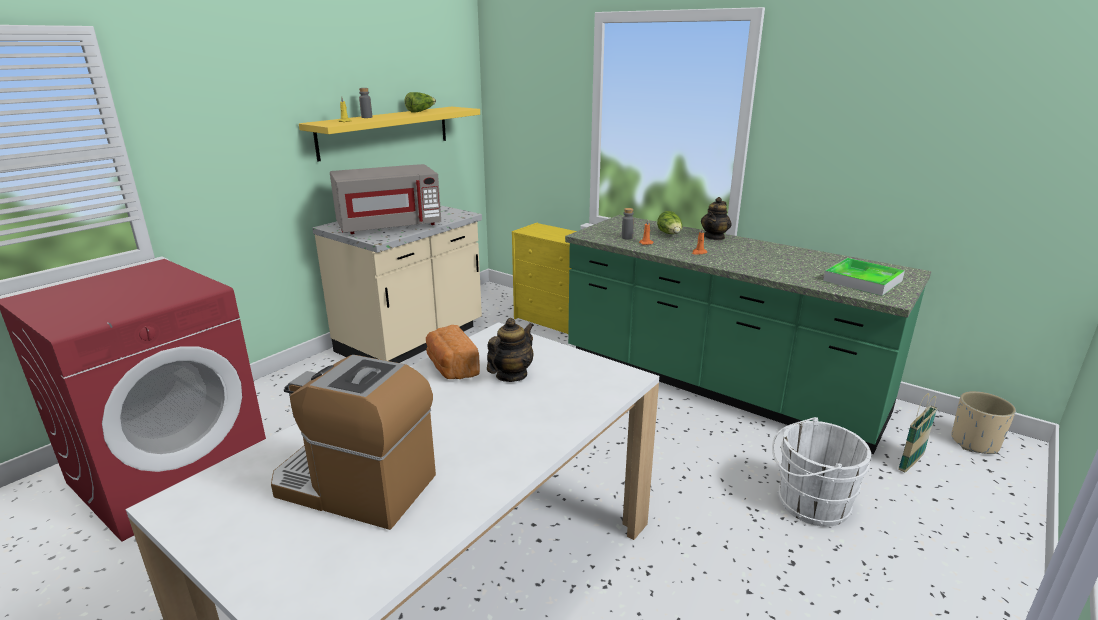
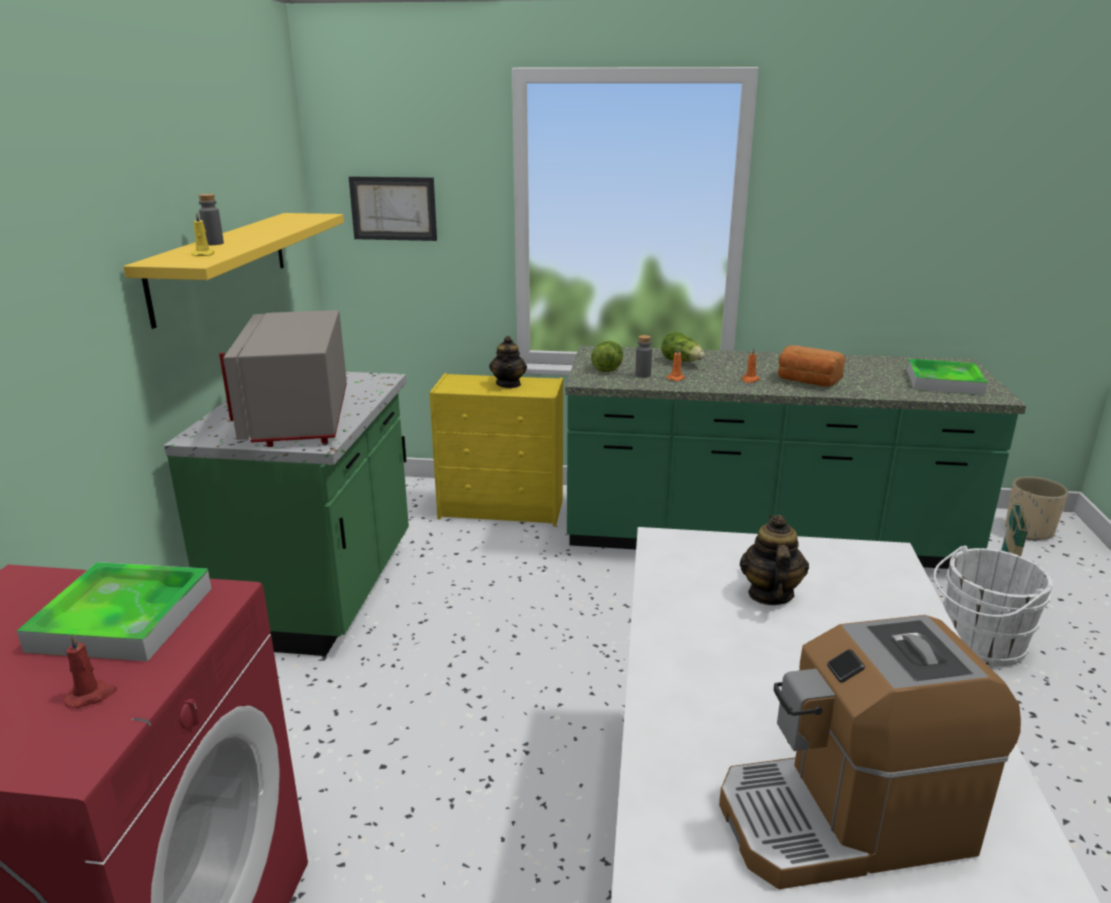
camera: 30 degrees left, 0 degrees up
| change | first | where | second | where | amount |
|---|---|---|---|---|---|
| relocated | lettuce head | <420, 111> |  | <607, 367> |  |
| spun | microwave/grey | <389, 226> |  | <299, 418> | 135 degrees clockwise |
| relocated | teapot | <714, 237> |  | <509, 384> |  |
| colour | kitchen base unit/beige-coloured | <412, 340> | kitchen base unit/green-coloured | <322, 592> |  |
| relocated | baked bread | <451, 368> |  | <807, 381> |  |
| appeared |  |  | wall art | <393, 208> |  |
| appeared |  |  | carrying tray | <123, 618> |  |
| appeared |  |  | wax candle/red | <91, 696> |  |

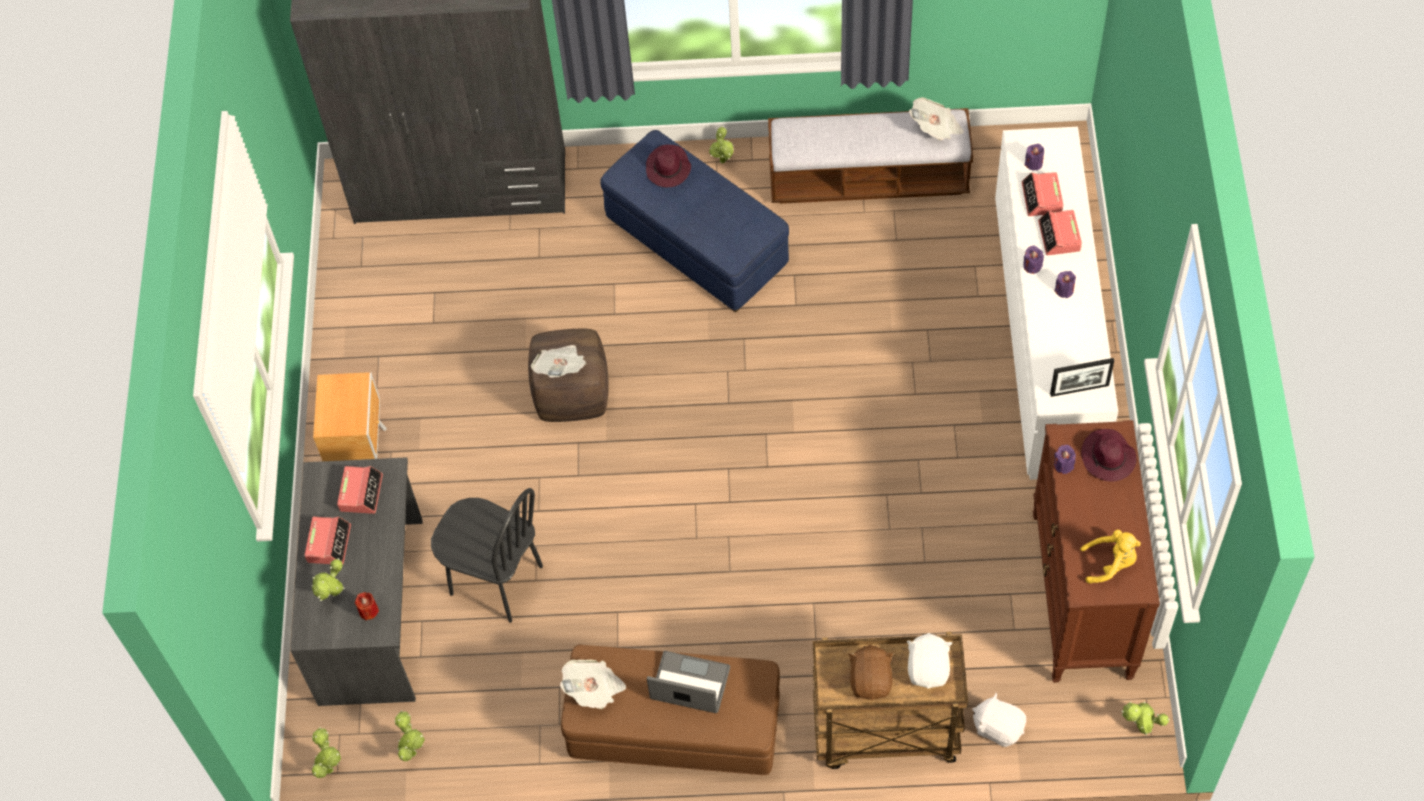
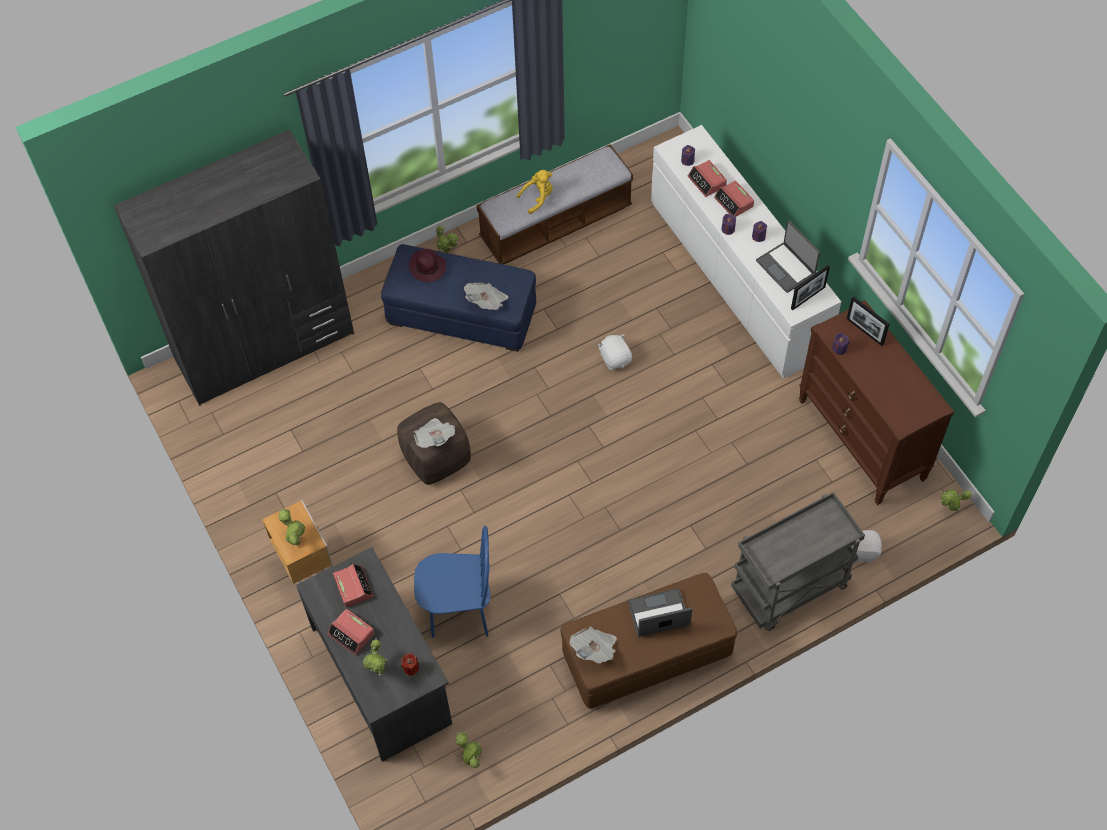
camera: 30 degrees left, 0 degrees up
| change | first | where | second | where | amount |
|---|---|---|---|---|---|
| relocated | daily paper | <936, 128> |  | <487, 302> |  |
| exchanged | clothing hat/purple | <1108, 458> | photo frame | <865, 331> |  |
| colour | plain chair/black | <496, 581> | plain chair/blue-coloured | <459, 612> |  |
| spun | table clock | <329, 543> |  | <351, 634> | 150 degrees clockwise |
| relocated | soft toy/yellow-coloured | <1110, 563> |  | <538, 198> |  |
| colour | cart/brown-coloured | <884, 733> | cart/grey | <789, 590> |  |
| relocated | soft toy/whitish | <928, 668> |  | <615, 358> |  |
| missing | soft toy/brown-coloured | <871, 680> |  |  |  |
| relocated | potted plant | <329, 767> |  | <295, 540> |  |
| appeared |  |  | laptop | <786, 267> |  |

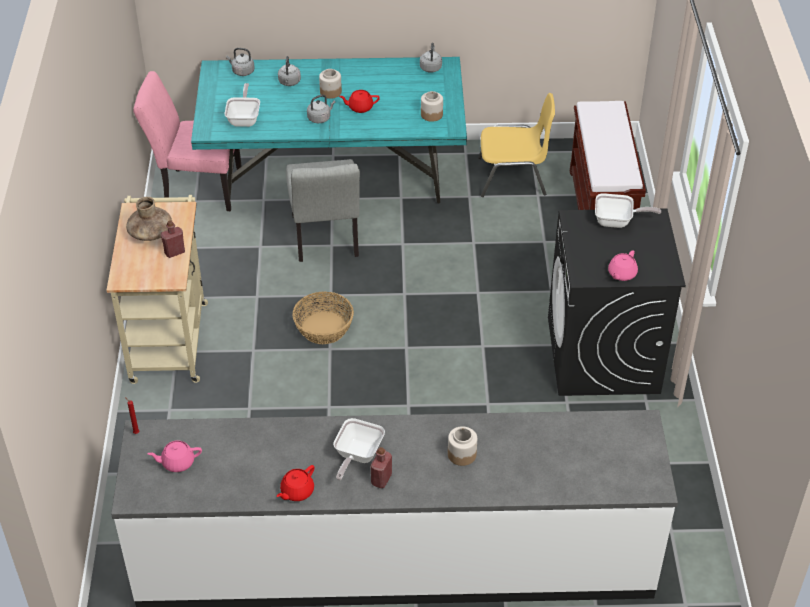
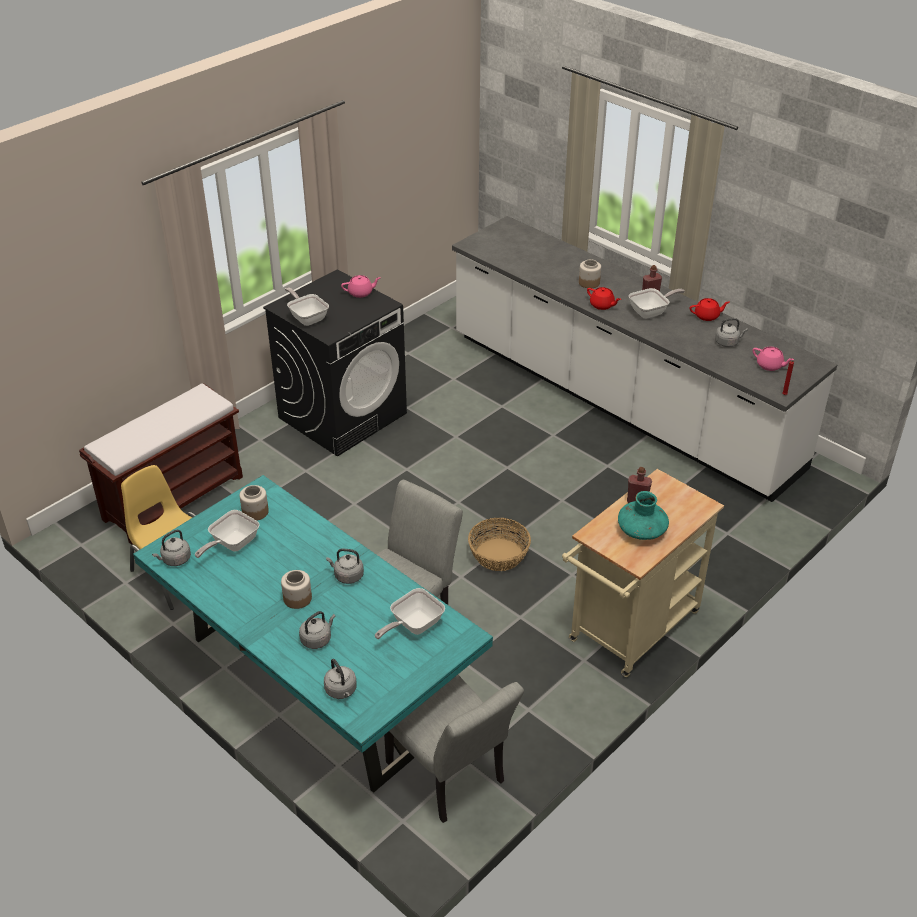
camera: 135 degrees left, 5 degrees down
| change | first | where | second | where | amount |
|---|---|---|---|---|---|
| colour | plain chair/pink | <196, 189> | plain chair/grey | <451, 778> |  |
| relocated | teapot/red | <360, 107> |  | <602, 305> |  |
| colour | vase/brown-coloured | <150, 233> | vase/blue-green | <641, 530> |  |
| appeared |  |  | kettle/grey | <728, 342> |  |
| appeared |  |  | frying pan | <231, 545> |  |

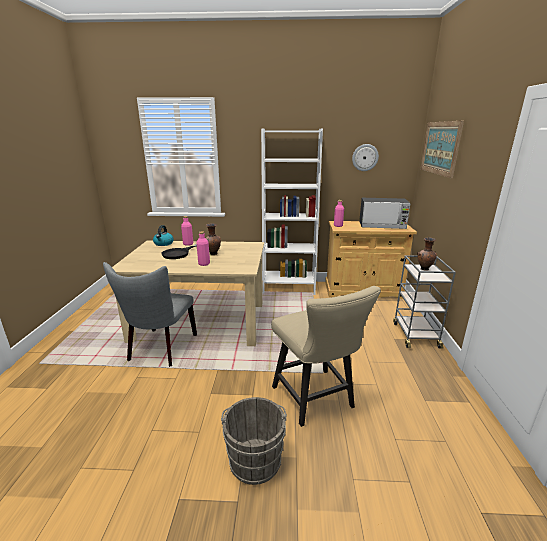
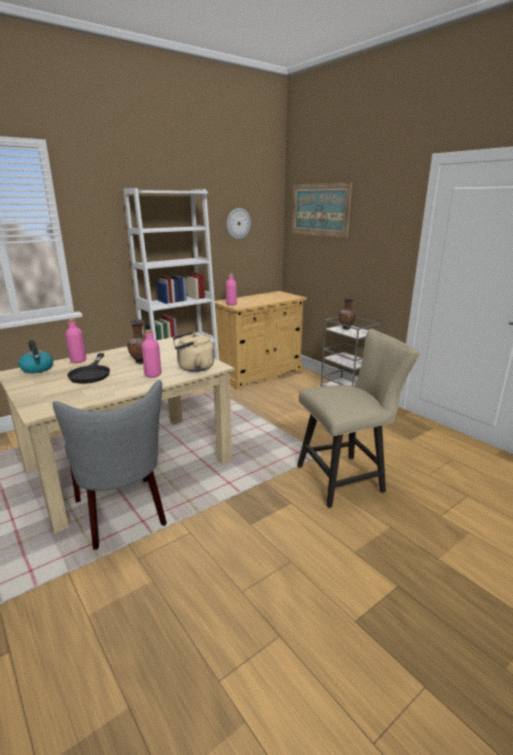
camera: 40 degrees left, 0 degrees up
| change | first | where | second | where | amount |
|---|---|---|---|---|---|
| missing | microwave | <382, 226> |  |  |  |
| spun | plain chair/beige-coloured | <316, 400> |  | <346, 478> | 45 degrees counterclockwise |
| missing | water bucket/grey | <255, 458> |  |  |  |
| appeared |  |  | kettle/beige-coloured | <193, 368> |  |

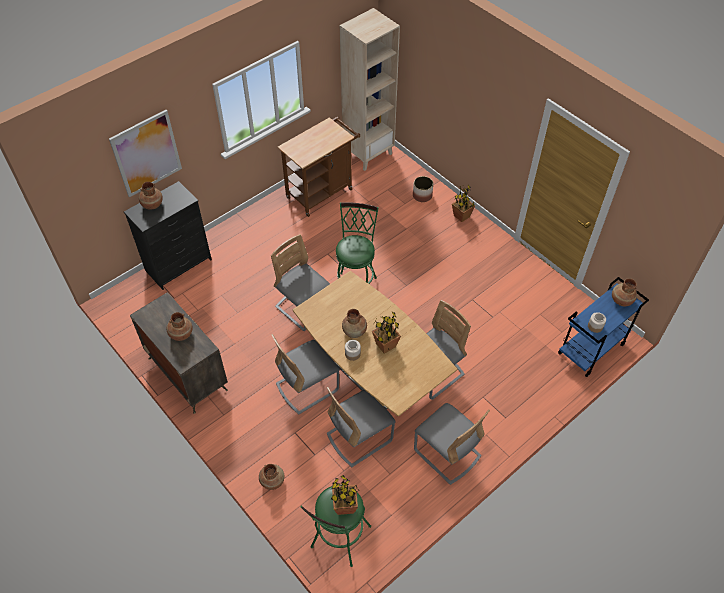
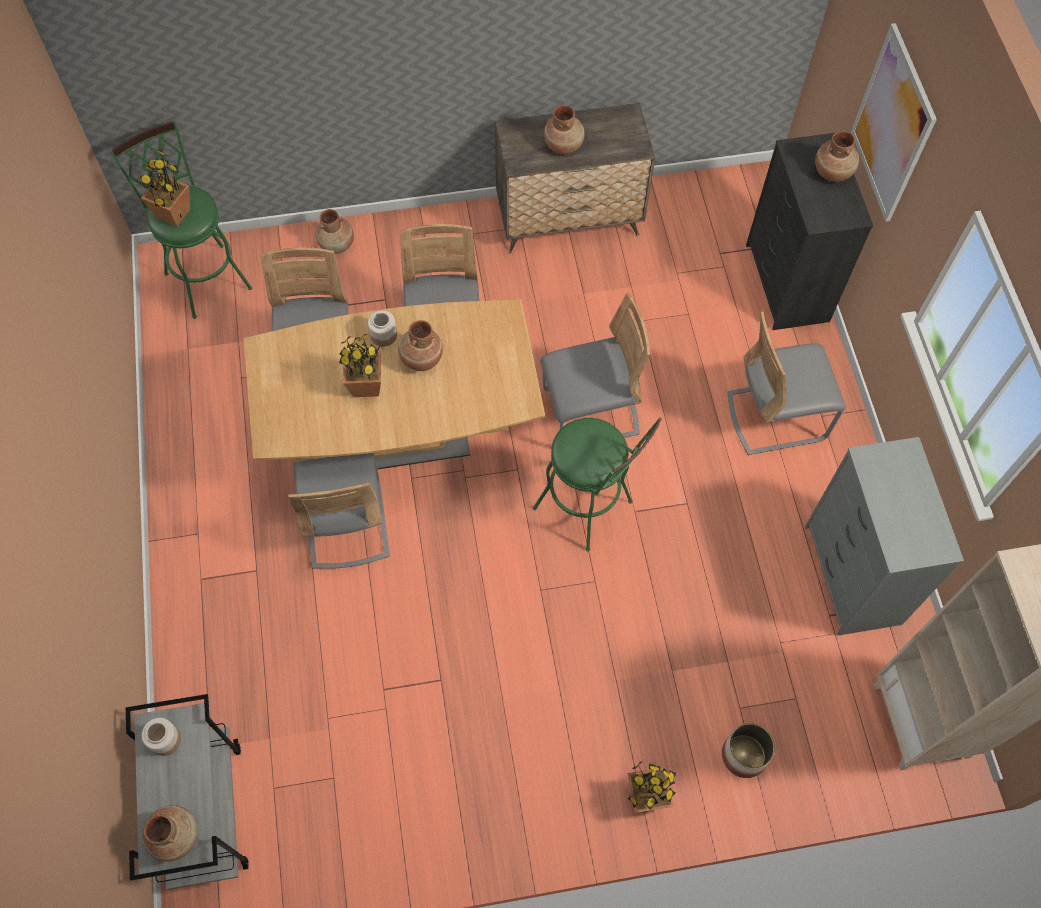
camera: 120 degrees right, 10 degrees up
| change | first | where | second | where | amount |
|---|---|---|---|---|---|
| exchanged | cart/brown-coloured | <322, 191> | dresser/grey | <851, 574> |  |
| colour | cart/blue-coloured | <591, 350> | cart/grey | <205, 811> |  |
| relocated | plain chair/grey | <447, 453> |  | <776, 416> |  |

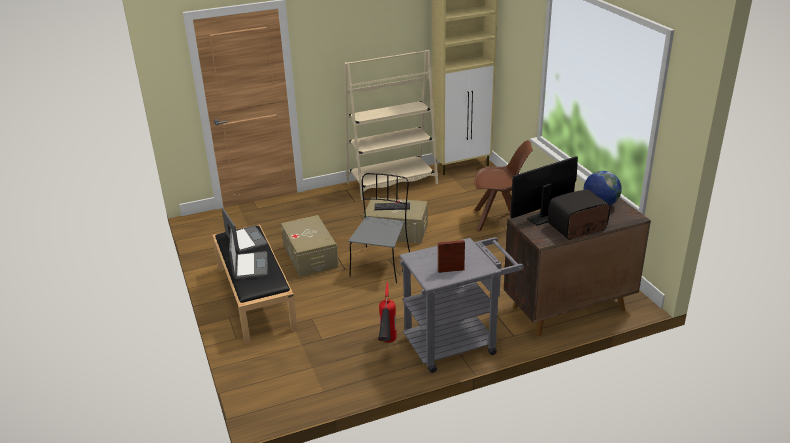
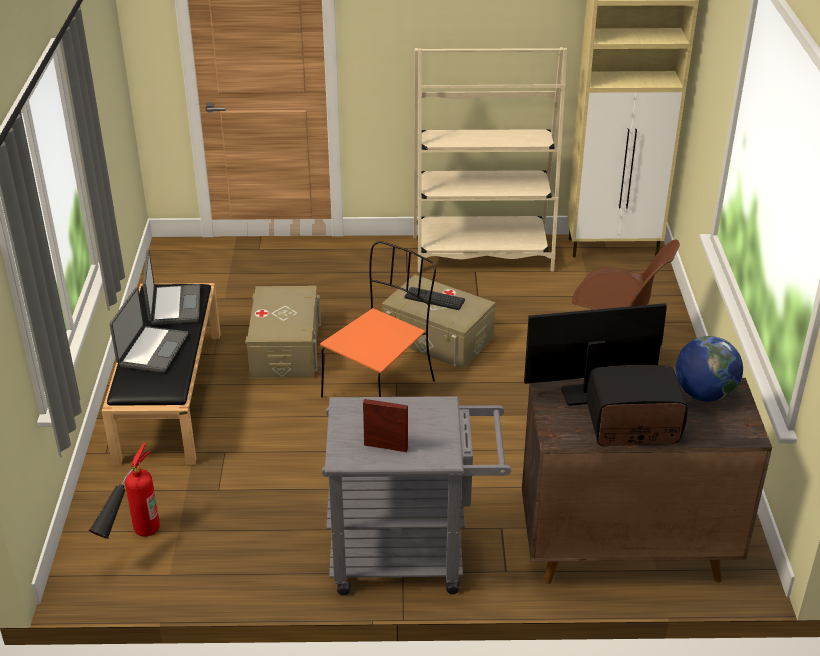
camera: 20 degrees right, 5 degrees up
| change | first | where | second | where | amount |
|---|---|---|---|---|---|
| colour | plain chair/grey | <381, 263> | plain chair/orangey | <380, 388> |  |
| relocated | extinguisher | <387, 347> |  | <132, 544> |  |

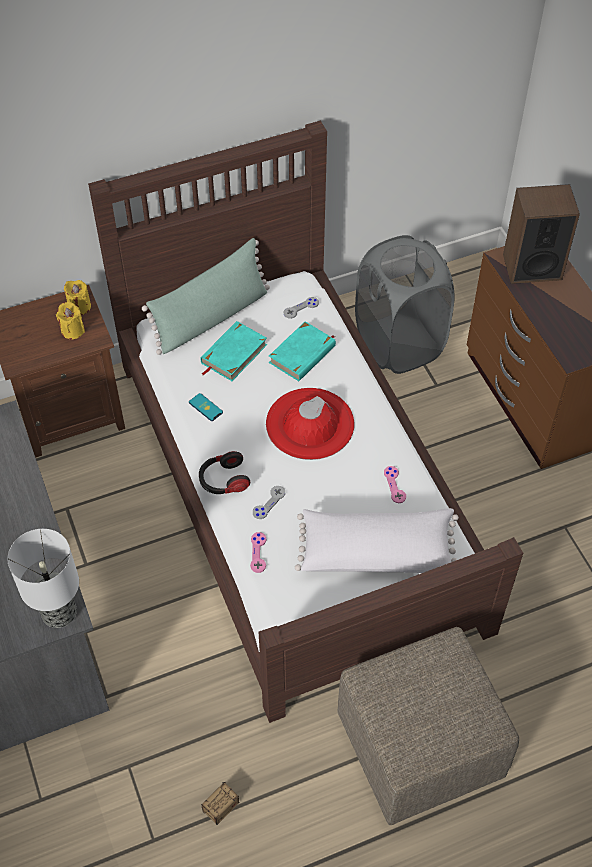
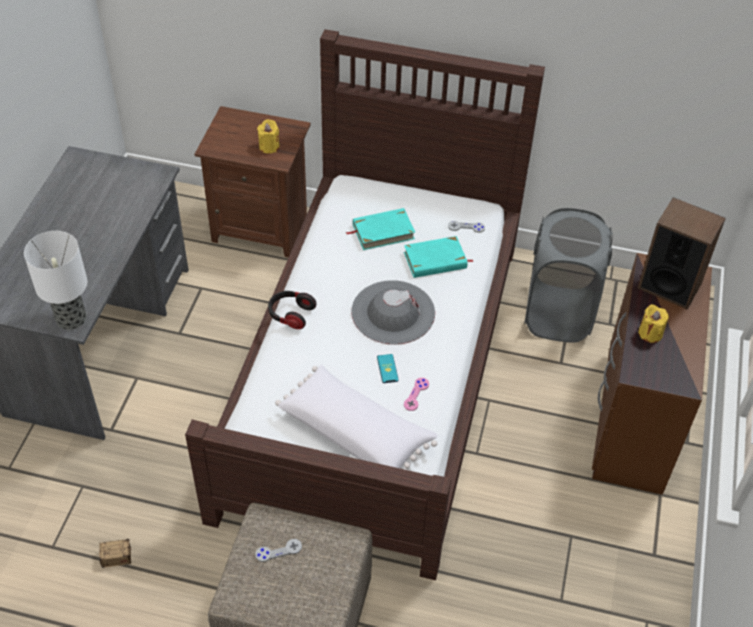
camera: 35 degrees right, 5 degrees down
| change | first | where | second | where | amount |
|---|---|---|---|---|---|
| missing | cushion/green-coloured | <211, 317> |  |  |  |
| relocated | wax candle/yellow-coloured | <79, 306> |  | <650, 333> |  |
| colour | clothing hat/red | <310, 424> | clothing hat/grey | <393, 312> |  |
| relocated | telephone | <205, 407> |  | <387, 369> |  |
| relocated | game controller/grey | <269, 503> |  | <278, 551> |  |
| missing | game controller/pink | <258, 553> |  |  |  |

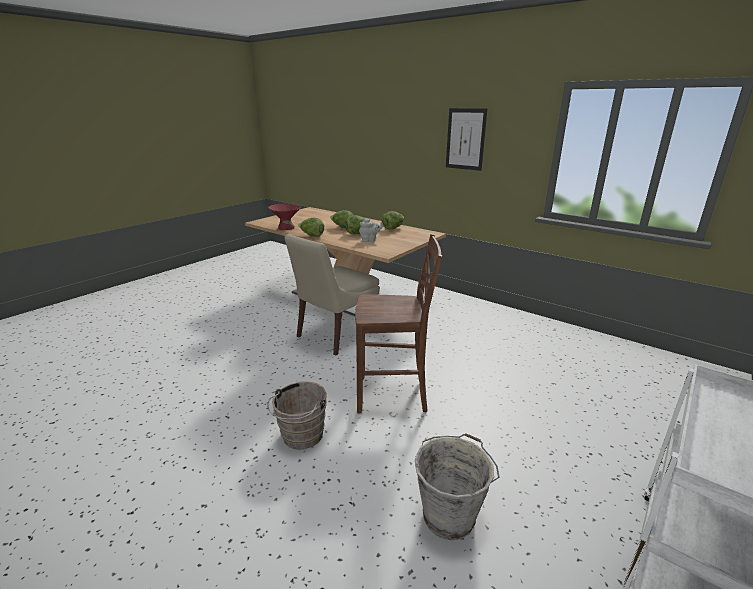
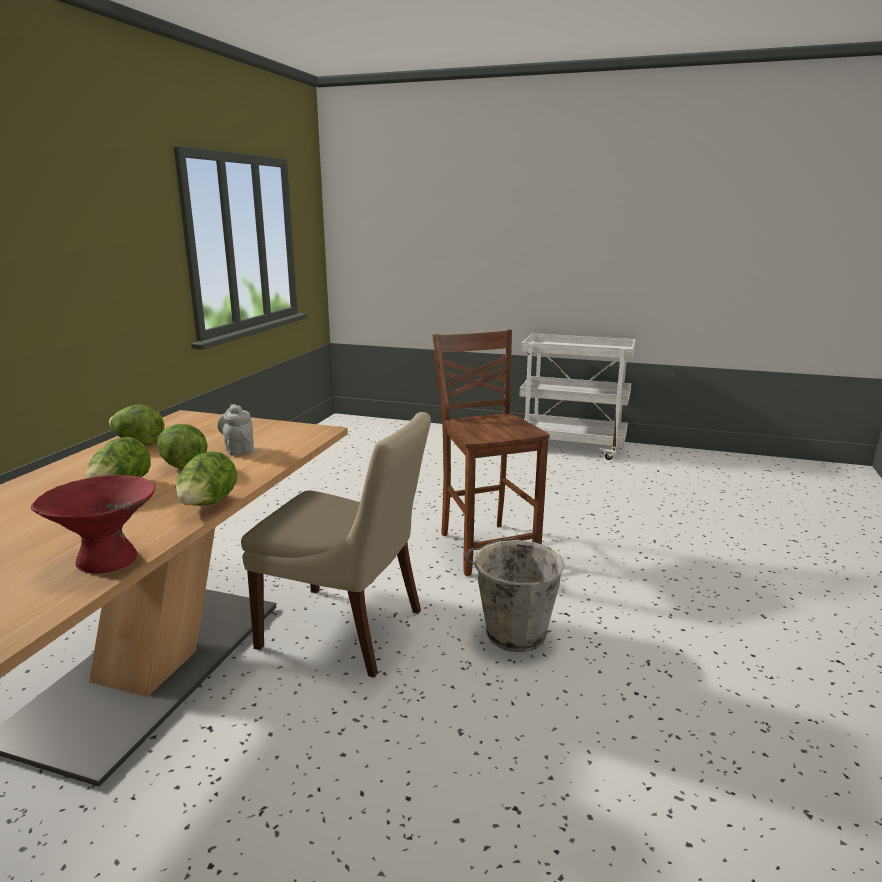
camera: 110 degrees left, 5 degrees down
| change | first | where | second | where | amount |
|---|---|---|---|---|---|
| missing | wall art | <465, 139> |  |  |  |
| missing | water bucket/brown-coloured | <300, 437> |  |  |  |
| relocated | water bucket/grey | <450, 515> |  | <513, 633> |  |

